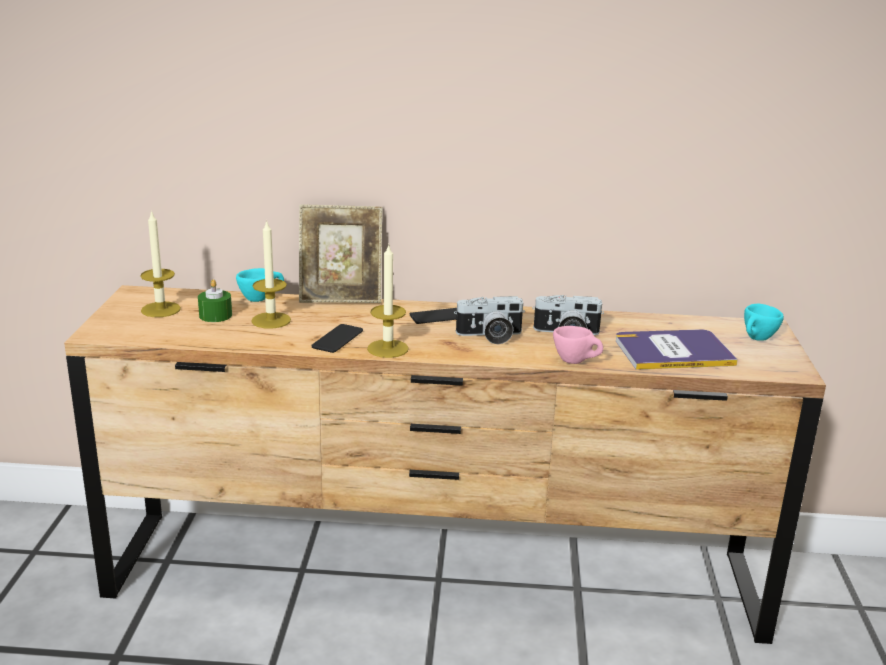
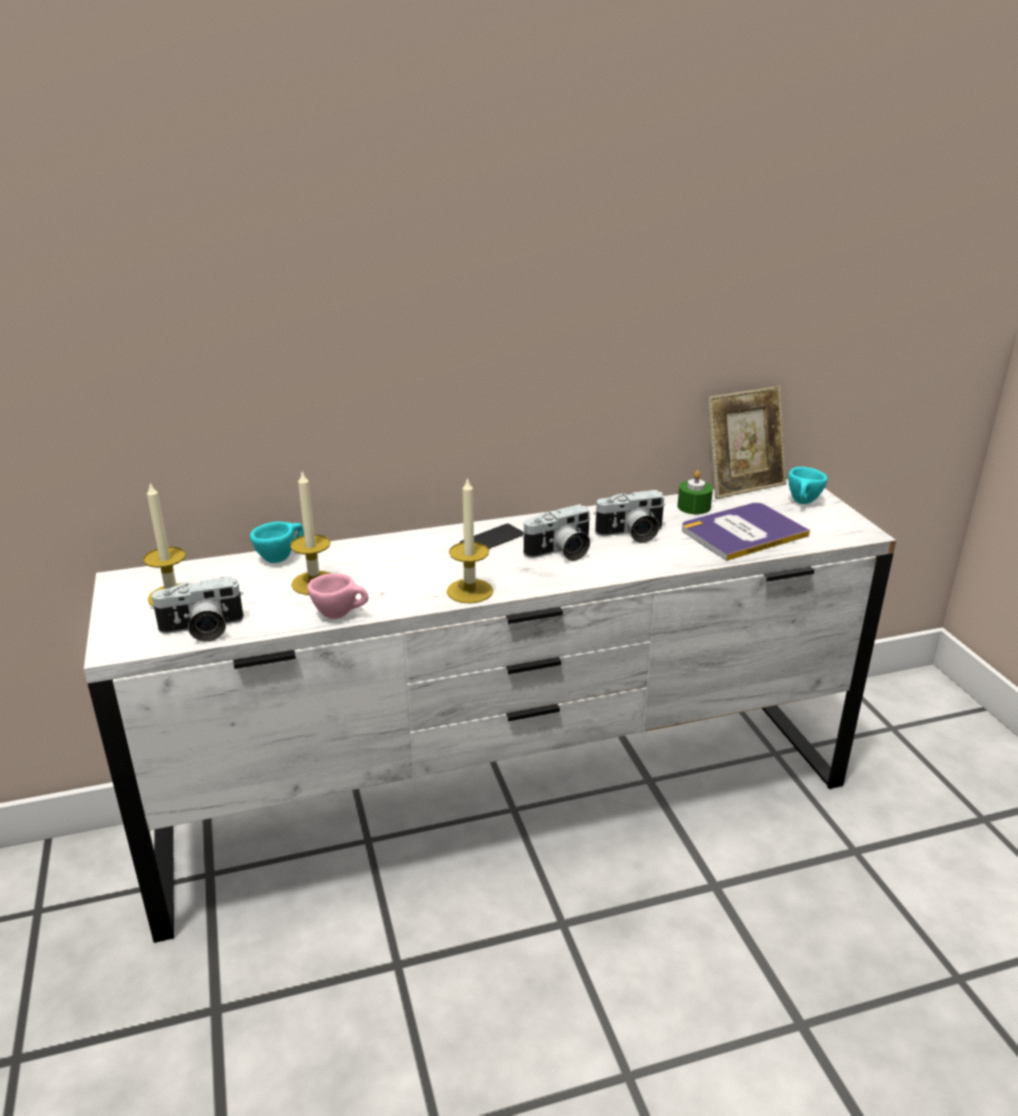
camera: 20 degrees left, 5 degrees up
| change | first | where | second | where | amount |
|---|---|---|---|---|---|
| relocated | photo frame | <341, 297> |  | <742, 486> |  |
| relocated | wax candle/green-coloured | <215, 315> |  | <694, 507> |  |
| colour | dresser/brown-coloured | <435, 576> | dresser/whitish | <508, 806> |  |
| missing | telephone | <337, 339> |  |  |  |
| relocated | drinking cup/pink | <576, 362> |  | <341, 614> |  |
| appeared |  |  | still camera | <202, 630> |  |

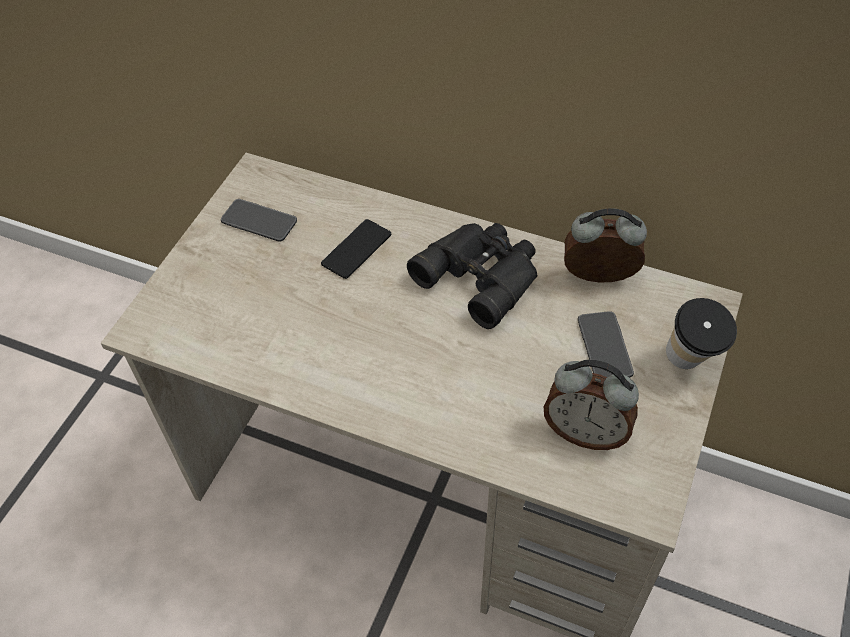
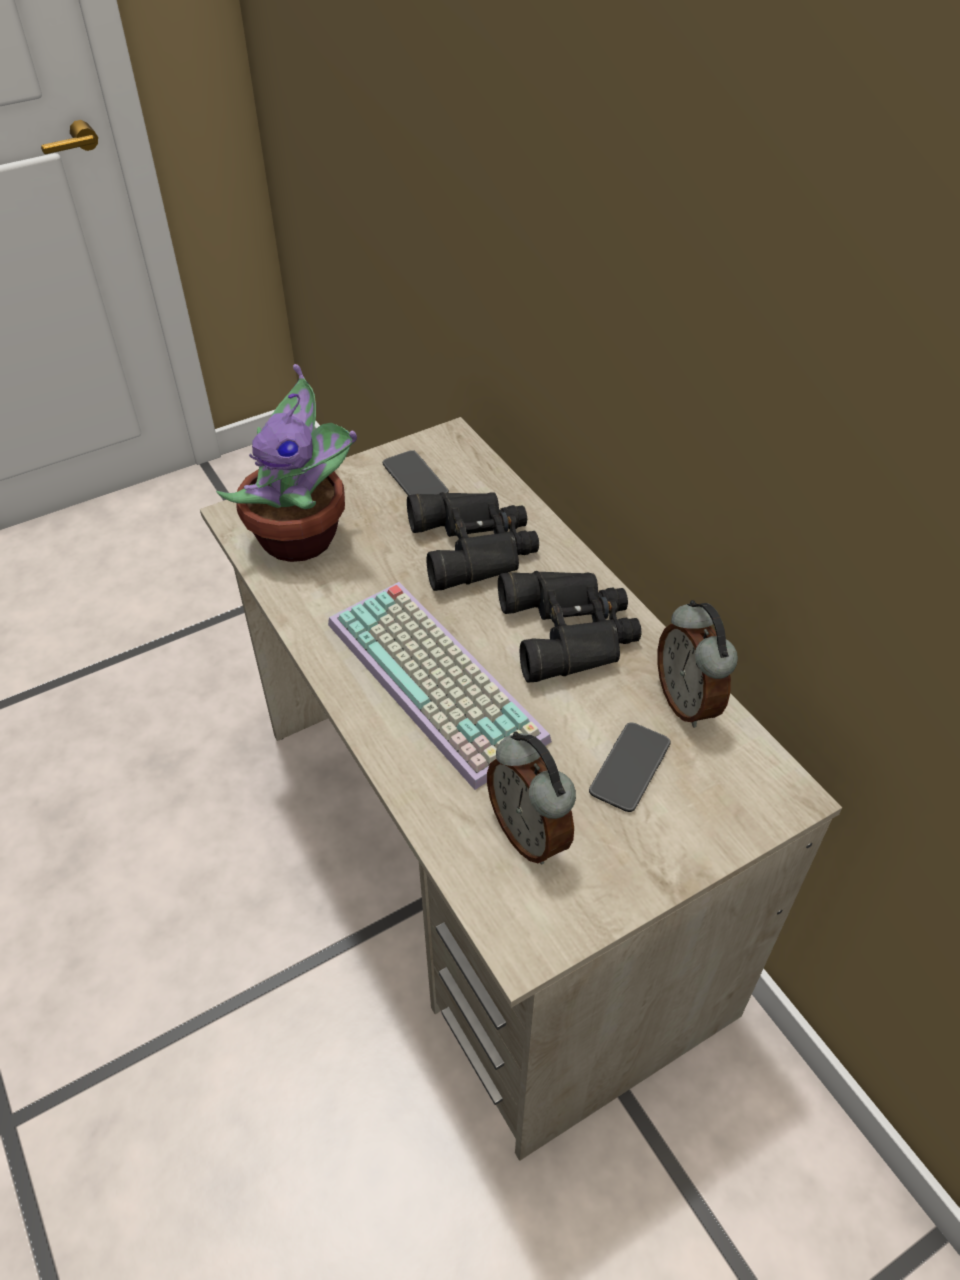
camera: 35 degrees right, 5 degrees down
| change | first | where | second | where | amount |
|---|---|---|---|---|---|
| spun | table clock | <599, 279> |  | <688, 702> | 150 degrees counterclockwise |
| exchanged | telephone | <356, 249> | binoculars/black | <476, 546> |  |
| missing | drinking cup | <690, 364> |  |  |  |
| appeared |  |  | potted plant | <303, 538> |  |
| appeared |  |  | PC keyboard | <440, 680> |  |

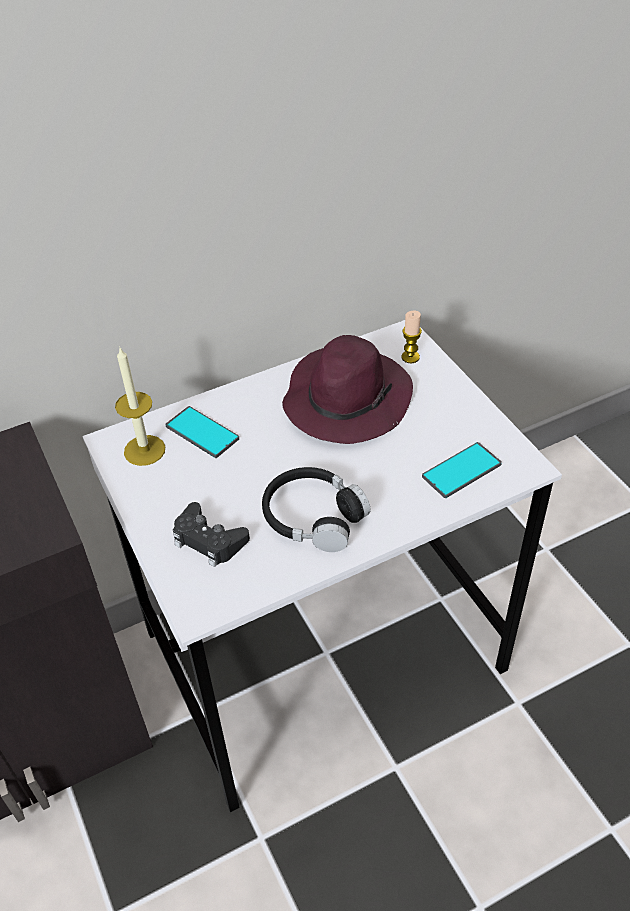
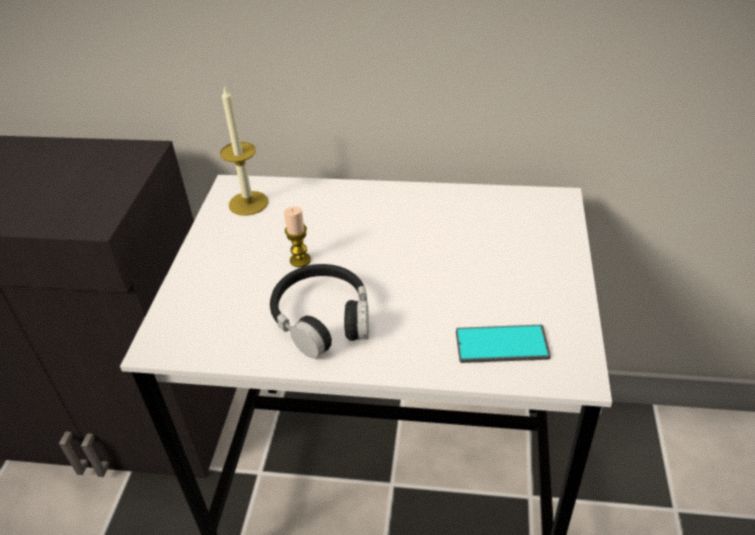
camera: 35 degrees right, 5 degrees down
| change | first | where | second | where | amount |
|---|---|---|---|---|---|
| relocated | wax candle | <410, 357> |  | <300, 260> |  |
| missing | clothing hat/purple | <347, 399> |  |  |  |
| missing | telephone | <202, 433> |  |  |  |
| missing | game controller/black | <209, 540> |  |  |  |

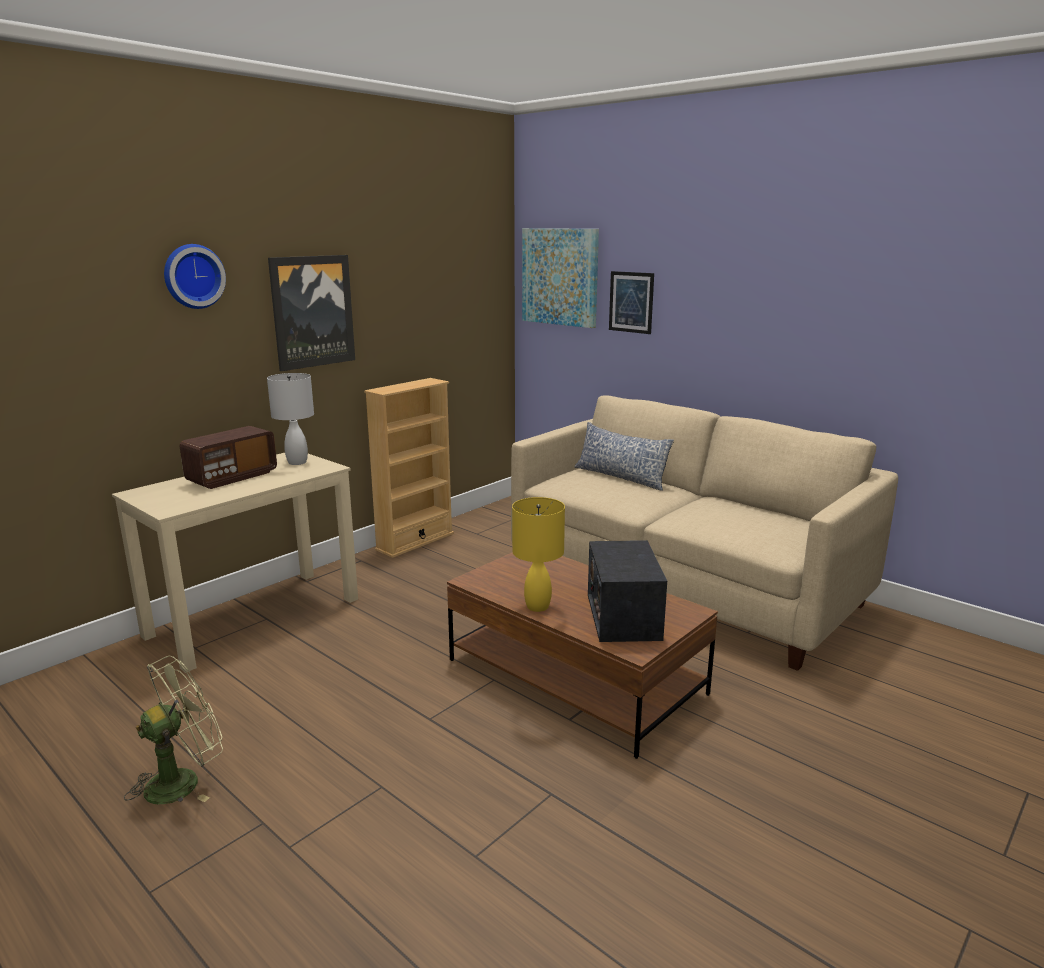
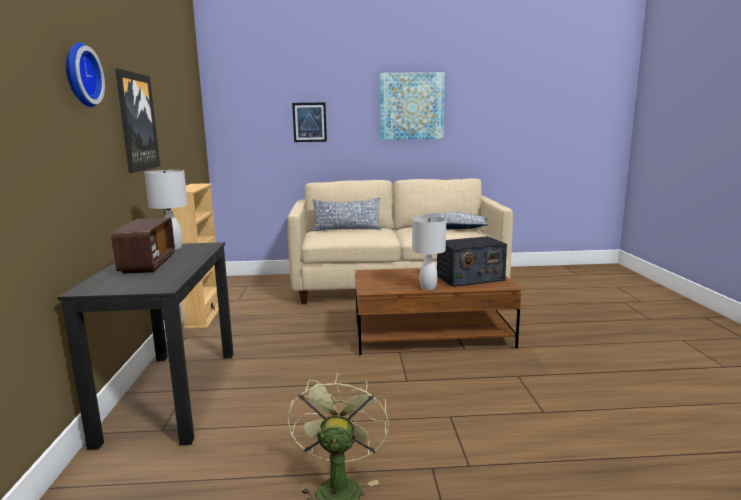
camera: 45 degrees left, 5 degrees down
| change | first | where | second | where | amount |
|---|---|---|---|---|---|
| relocated | wall art | <560, 277> |  | <411, 106> |  |
| colour | desk unit/beige-coloured | <255, 617> | desk unit/black | <172, 393> |  |
| colour | lamp for a table/yellow-coloured | <538, 606> | lamp for a table/whitish | <428, 287> |  |
| spun | radio set | <623, 616> |  | <470, 278> | 60 degrees counterclockwise |
| appeared |  |  | cushion | <452, 228> |  |

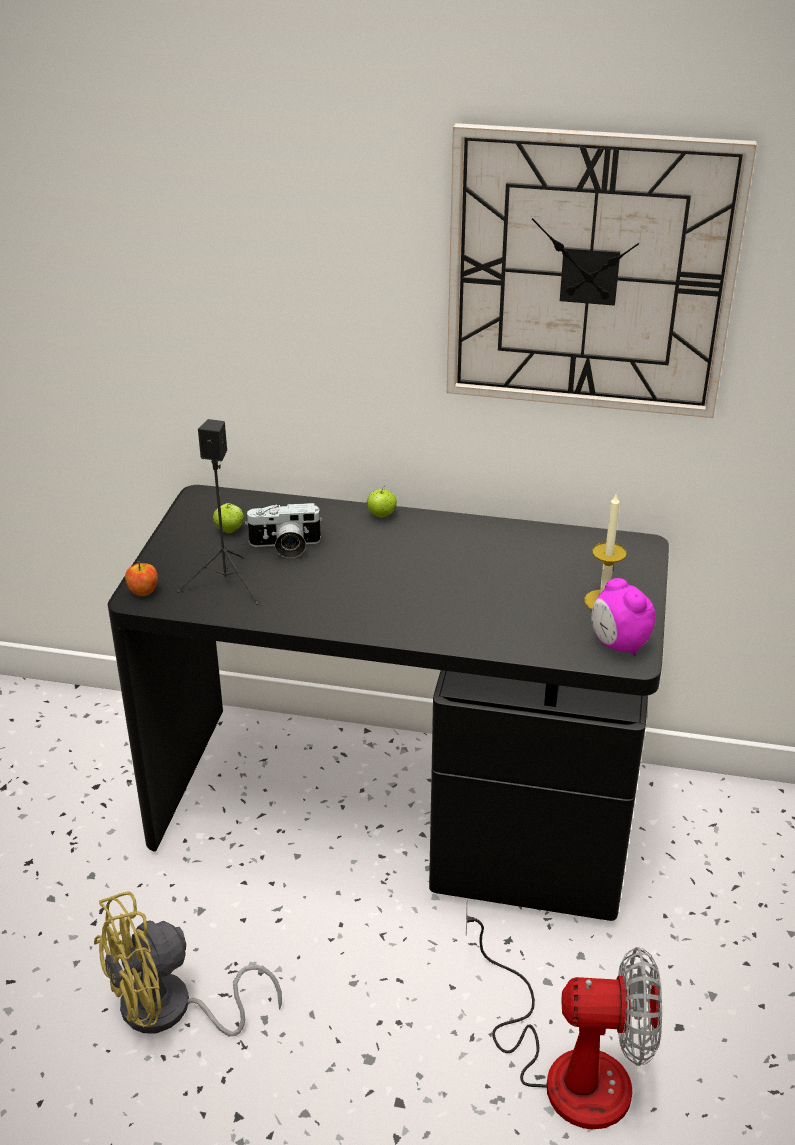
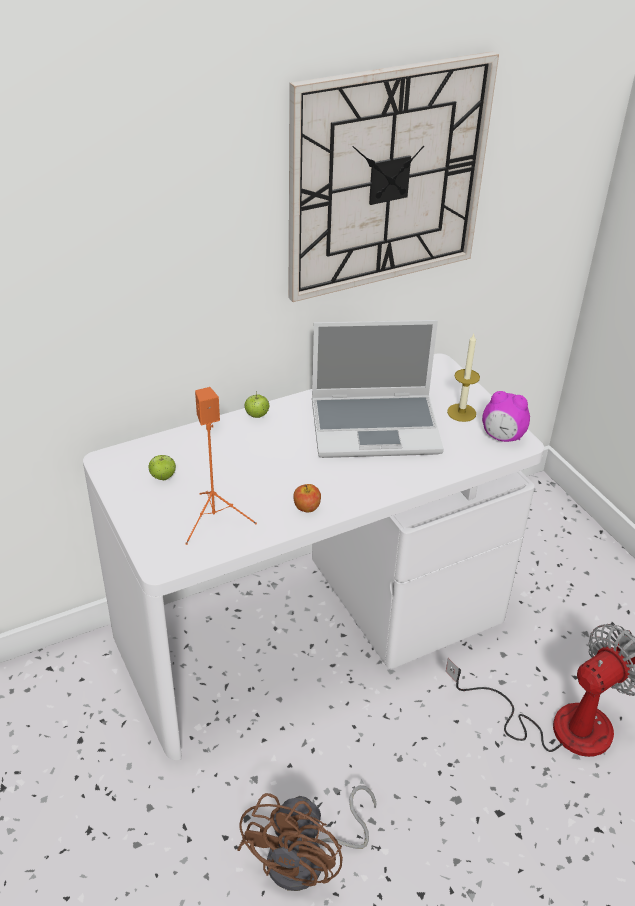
camera: 40 degrees left, 5 degrees up
| change | first | where | second | where | amount |
|---|---|---|---|---|---|
| colour | audio speaker/black | <227, 584> | audio speaker/orangey | <215, 519> |  |
| colour | desk unit/black | <398, 809> | desk unit/whitish | <312, 627> |  |
| missing | still camera | <285, 547> |  |  |  |
| relocated | apple fruit | <143, 591> |  | <306, 507> |  |
| colour | fan/yellow-coloured | <170, 1011> | fan/brown-coloured | <308, 860> |  |
| appeared |  |  | laptop | <376, 426> |  |

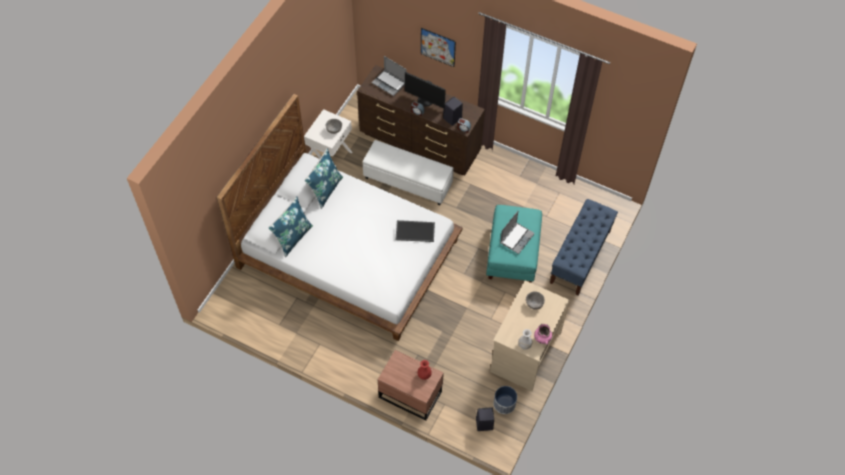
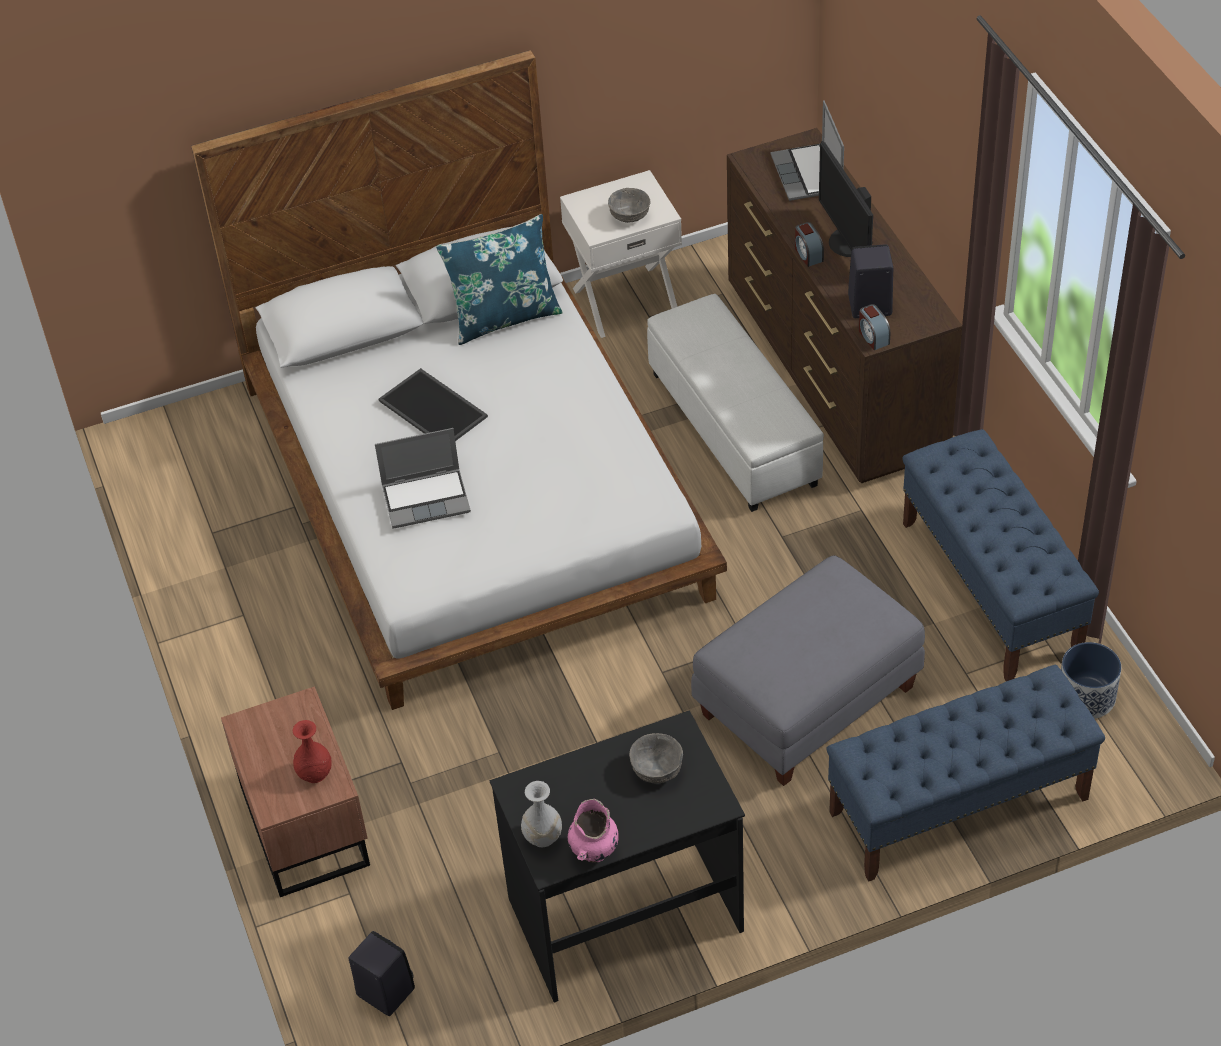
camera: 45 degrees right, 10 degrees down
| change | first | where | second | where | amount |
|---|---|---|---|---|---|
| missing | wall art | <438, 47> |  |  |  |
| missing | cushion/blue-coloured | <293, 237> |  |  |  |
| colour | ottoman/blue-green | <513, 254> | ottoman/grey | <808, 702> |  |
| relocated | laptop | <516, 238> |  | <427, 498> |  |
| relocated | carrying tray | <415, 230> |  | <434, 408> |  |
| colour | desk unit/beige-coloured | <525, 352> | desk unit/black | <624, 912> |  |
| relocated | flower pot | <504, 404> |  | <1086, 697> |  |
| appeared |  |  | indoor bench/blue-coloured | <991, 588> |  |

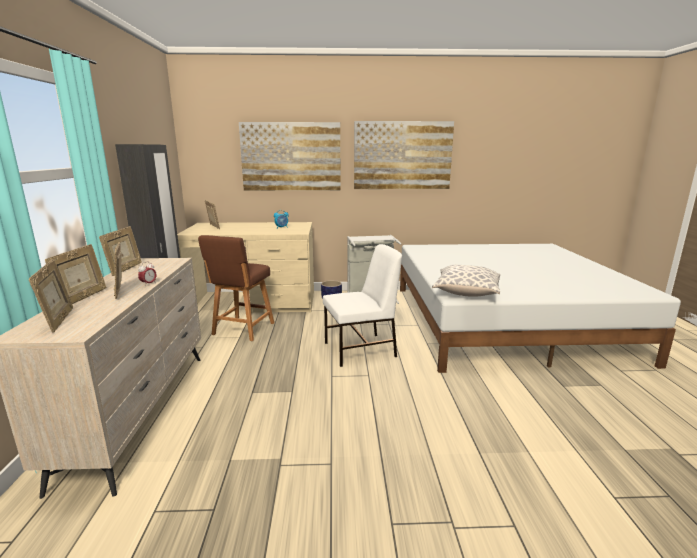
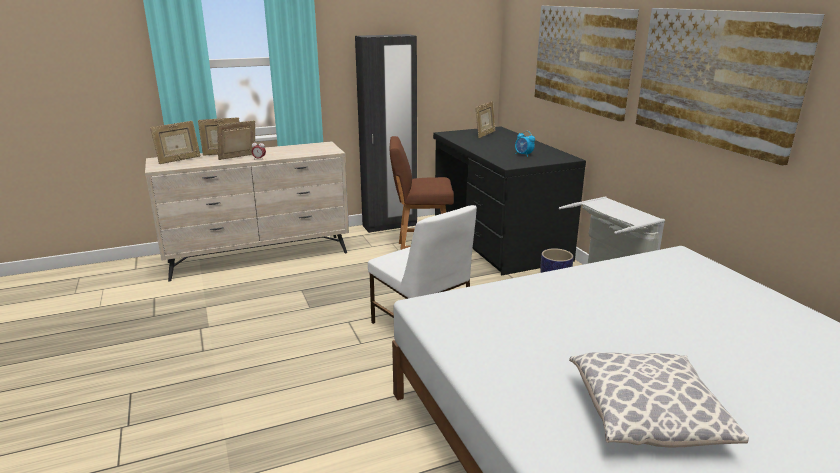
camera: 70 degrees right, 5 degrees up
| change | first | where | second | where | amount |
|---|---|---|---|---|---|
| colour | desk unit/beige-coloured | <255, 302> | desk unit/black | <498, 239> |  |
| missing | photo frame | <125, 269> |  |  |  |
| relocated | cushion | <466, 293> |  | <646, 417> |  |

